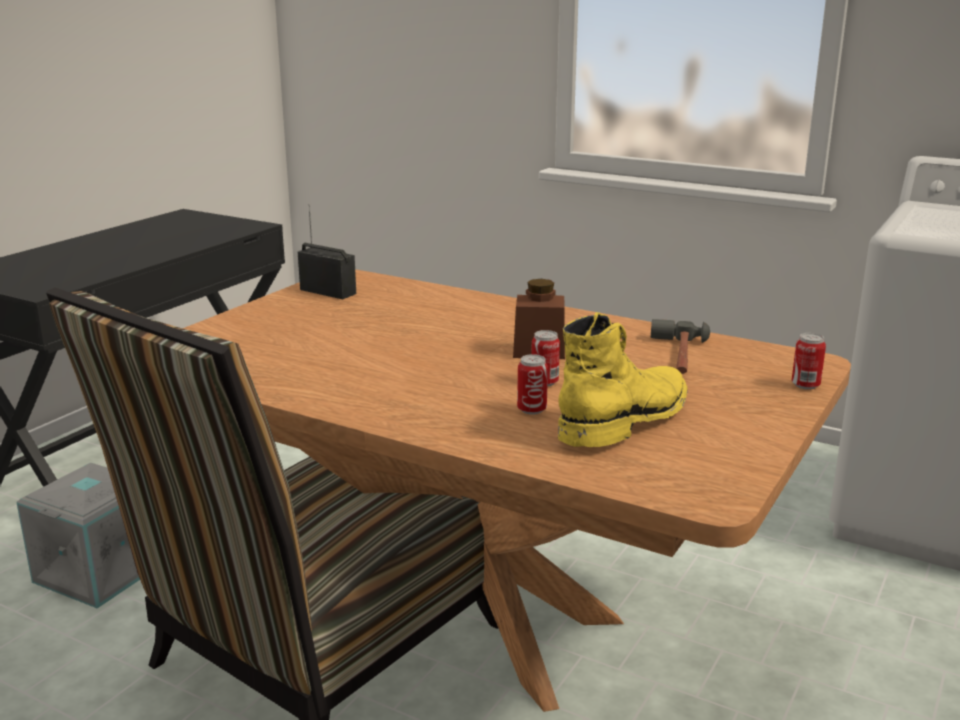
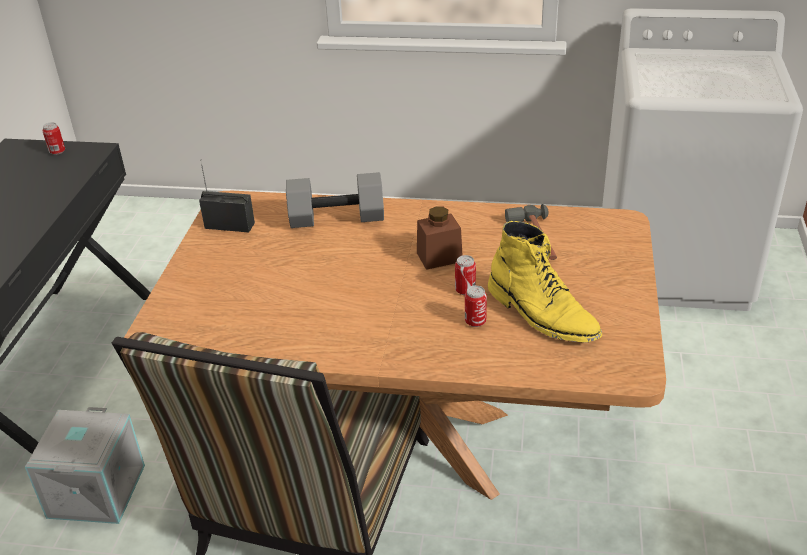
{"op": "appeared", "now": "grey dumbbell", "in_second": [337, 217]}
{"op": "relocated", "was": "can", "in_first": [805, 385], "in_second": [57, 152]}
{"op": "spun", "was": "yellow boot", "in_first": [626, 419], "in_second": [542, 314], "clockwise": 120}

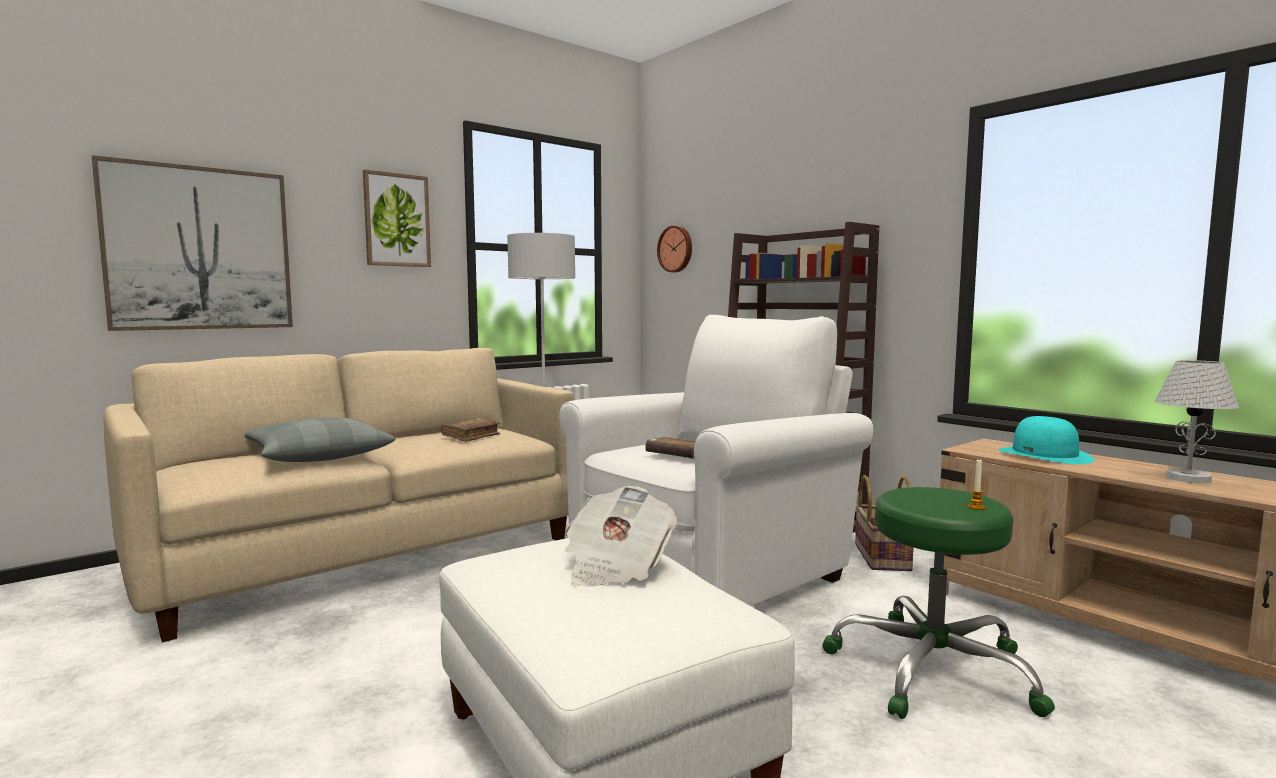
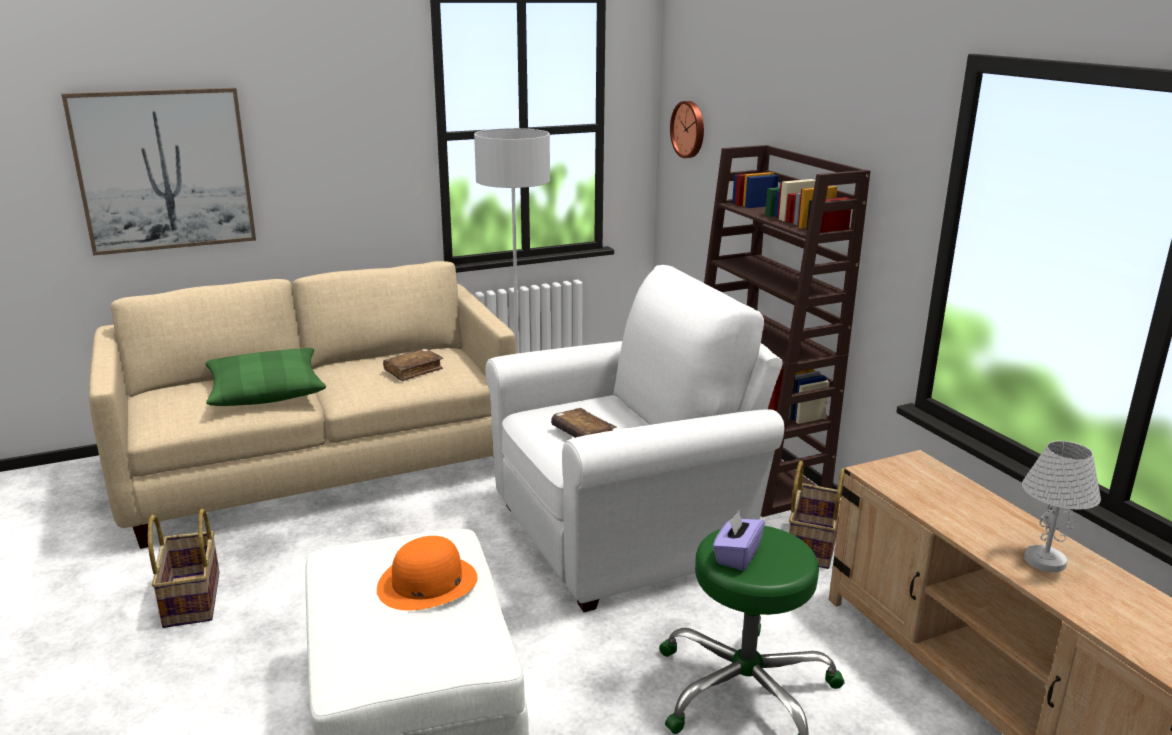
{"op": "missing", "was": "picture", "in_first": [397, 220]}
{"op": "missing", "was": "candle", "in_first": [976, 507]}
{"op": "missing", "was": "turquoise hat", "in_first": [1045, 455]}
{"op": "appeared", "now": "basket", "in_second": [190, 599]}
{"op": "appeared", "now": "purple tissue box", "in_second": [737, 556]}
{"op": "exchanged", "was": "newspaper", "now": "orange hat", "in_first": [616, 566], "in_second": [427, 583]}
{"op": "colour", "was": "grey pillow", "now": "green pillow", "in_first": [318, 455], "in_second": [265, 390]}

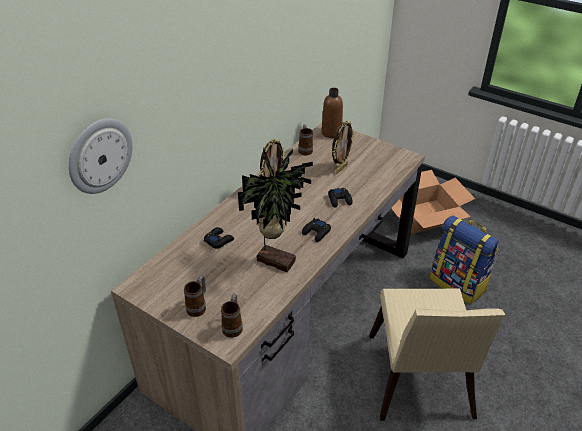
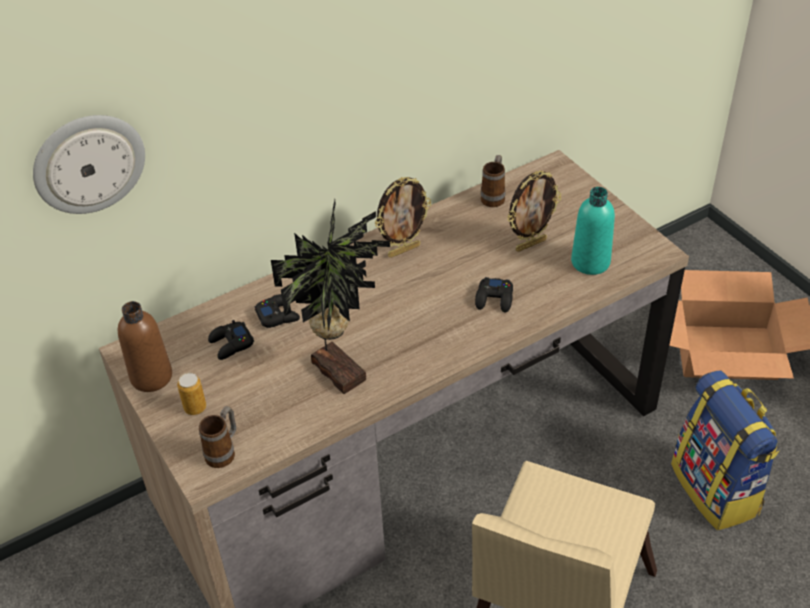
{"op": "appeared", "now": "turquoise bottle", "in_second": [590, 262]}
{"op": "relocated", "was": "black game controller", "in_first": [316, 233], "in_second": [231, 344]}
{"op": "relocated", "was": "brown bottle", "in_first": [331, 133], "in_second": [151, 377]}
{"op": "exchanged", "was": "mug", "now": "can", "in_first": [198, 306], "in_second": [195, 408]}

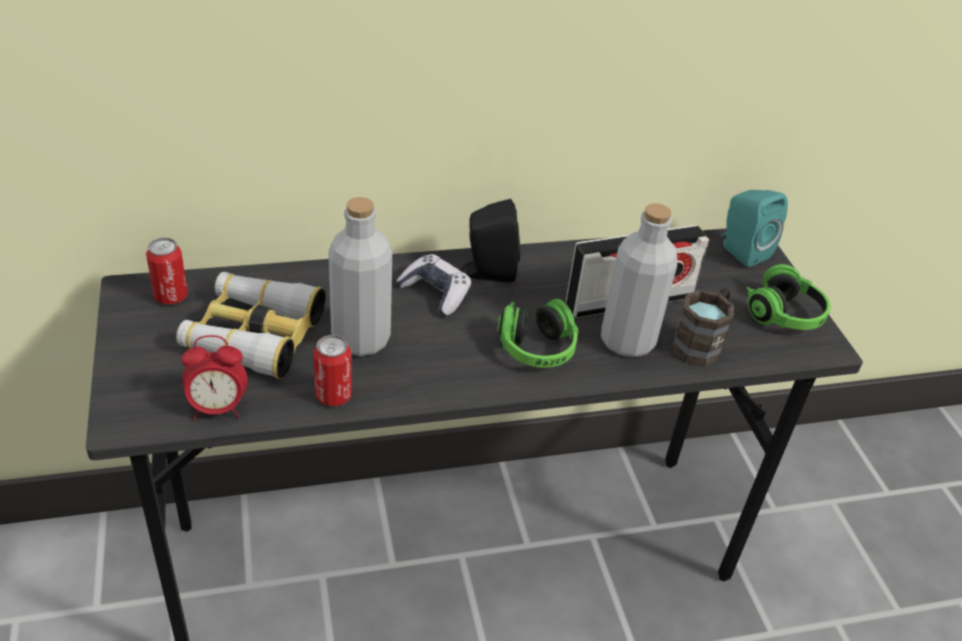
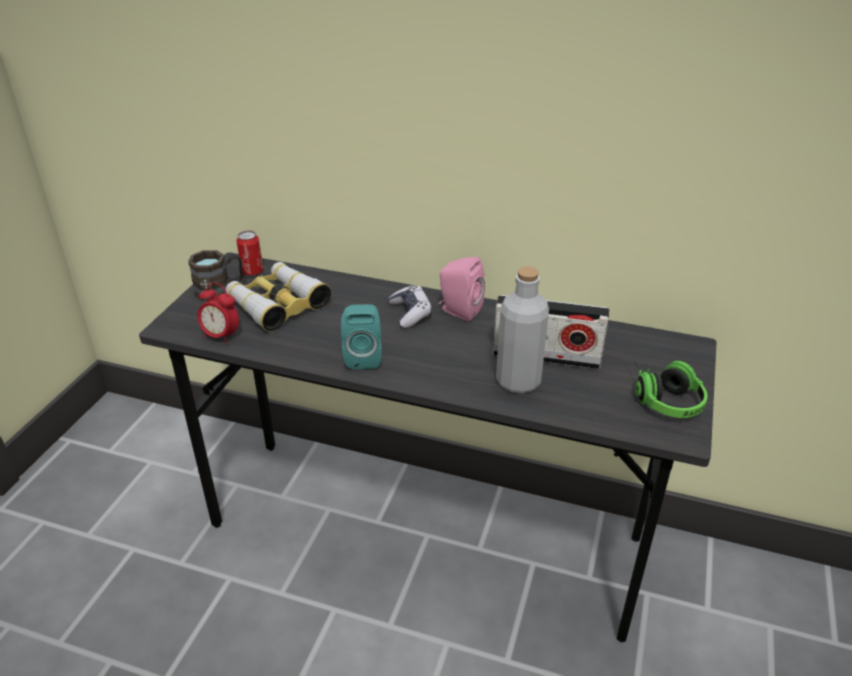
{"op": "missing", "was": "can", "in_first": [333, 396]}
{"op": "missing", "was": "grey bottle", "in_first": [361, 339]}
{"op": "missing", "was": "headphones", "in_first": [533, 340]}
{"op": "relocated", "was": "brown mug", "in_first": [701, 343], "in_second": [220, 290]}
{"op": "relocated", "was": "turquoise speaker", "in_first": [741, 251], "in_second": [363, 357]}
{"op": "colour", "was": "black speaker", "now": "pink speaker", "in_first": [488, 272], "in_second": [458, 311]}

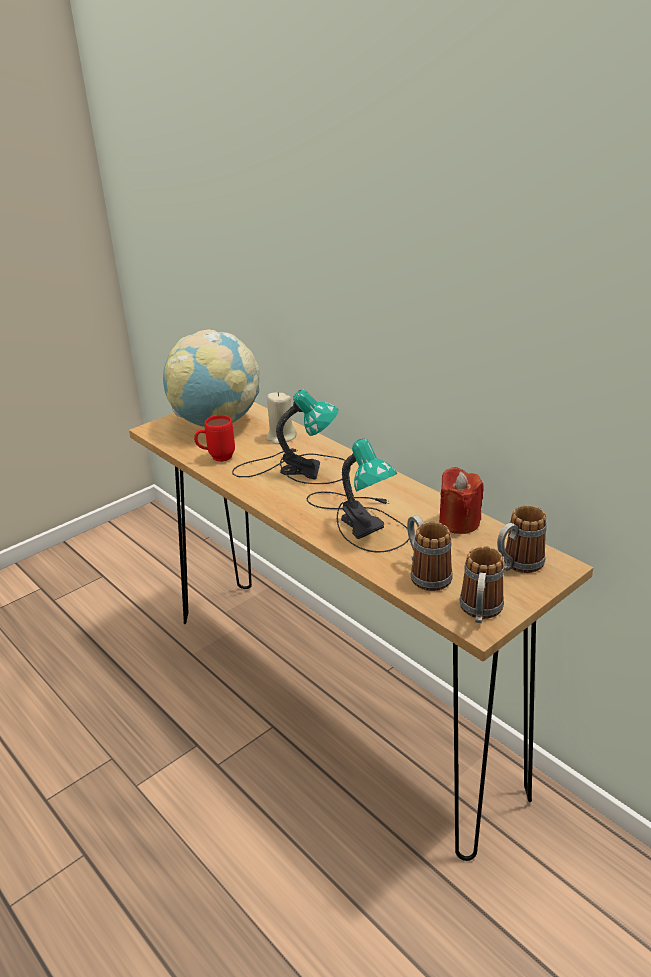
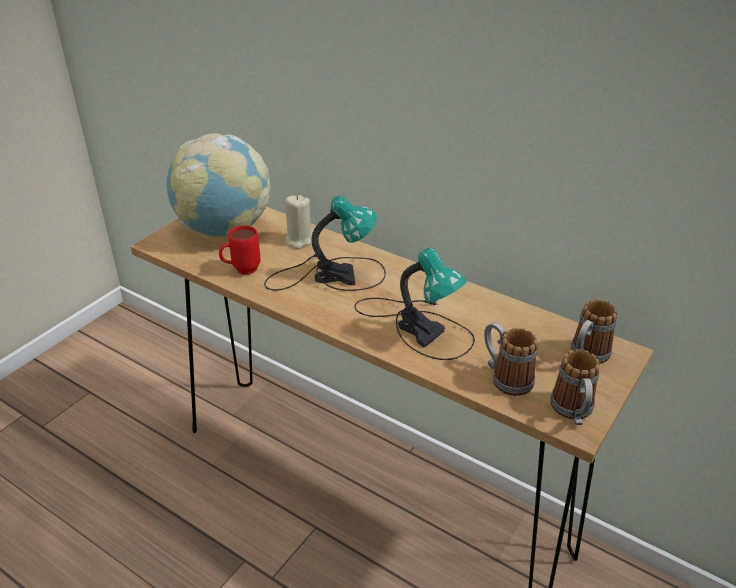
{"op": "missing", "was": "red candle", "in_first": [459, 522]}

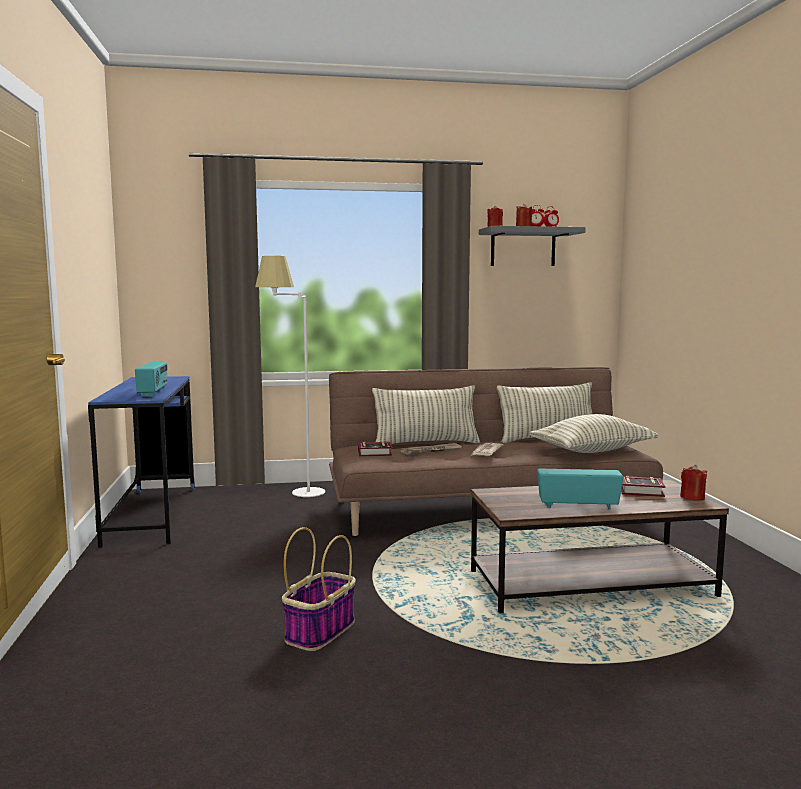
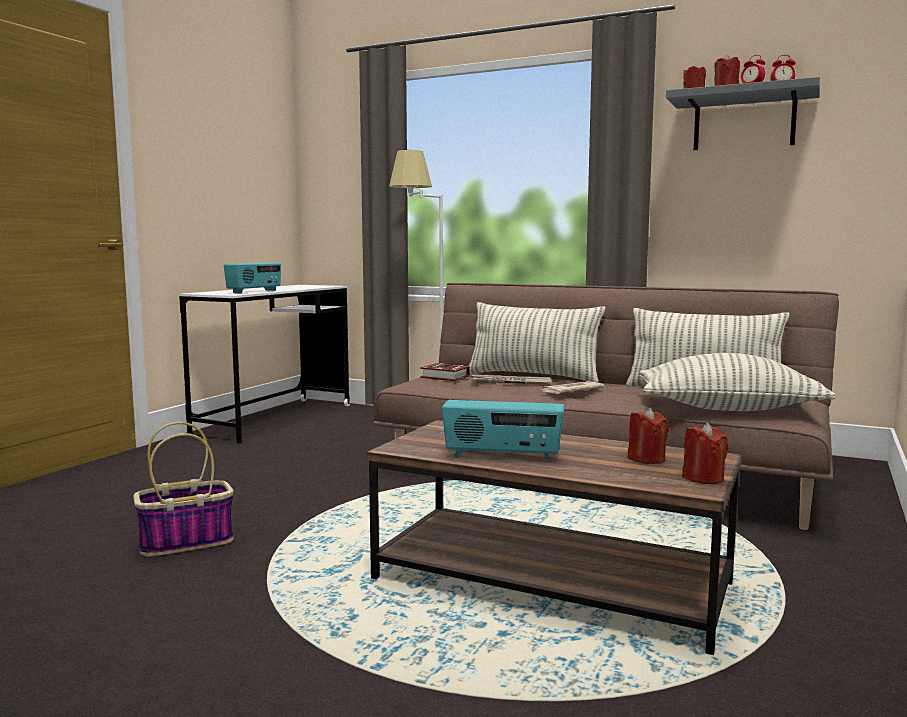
{"op": "exchanged", "was": "book", "now": "red candle", "in_first": [643, 491], "in_second": [646, 459]}
{"op": "colour", "was": "blue desk", "now": "white desk", "in_first": [152, 515], "in_second": [275, 419]}
{"op": "spun", "was": "radio", "in_first": [578, 506], "in_second": [502, 456], "clockwise": 150}

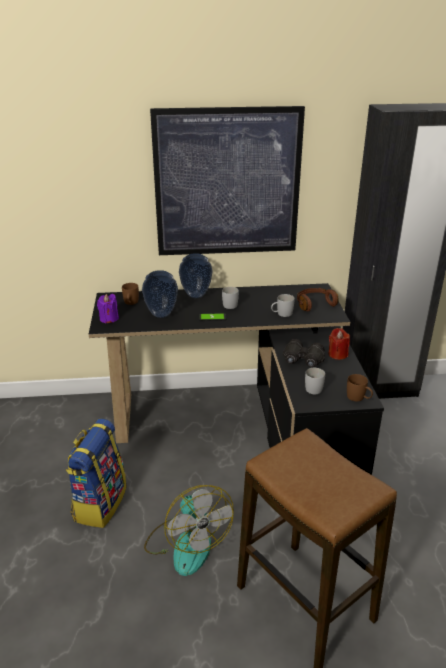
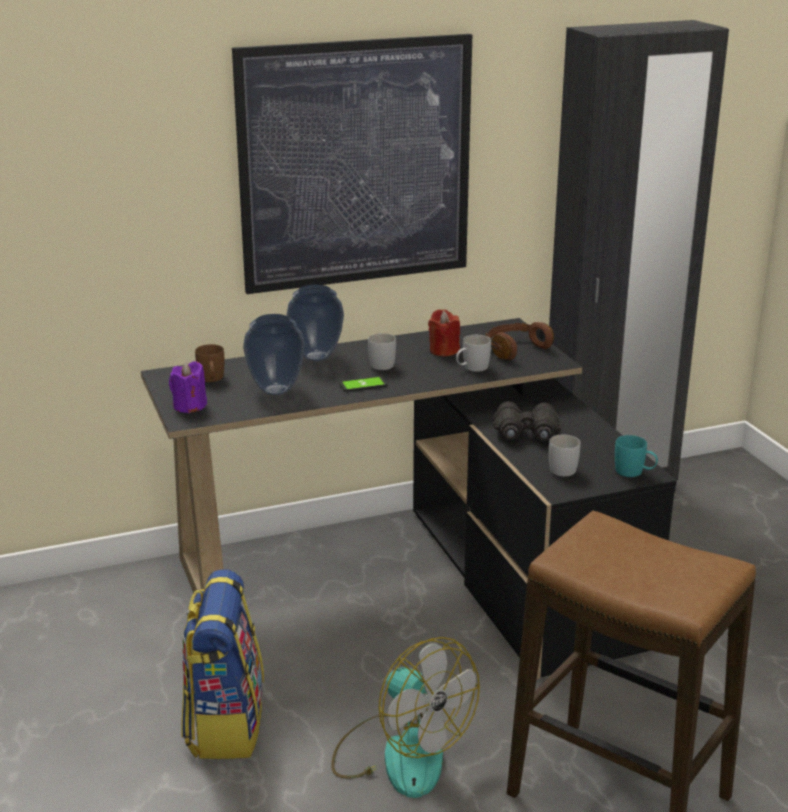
{"op": "relocated", "was": "red candle", "in_first": [337, 354], "in_second": [444, 350]}
{"op": "colour", "was": "brown mug", "now": "turquoise mug", "in_first": [358, 398], "in_second": [634, 472]}

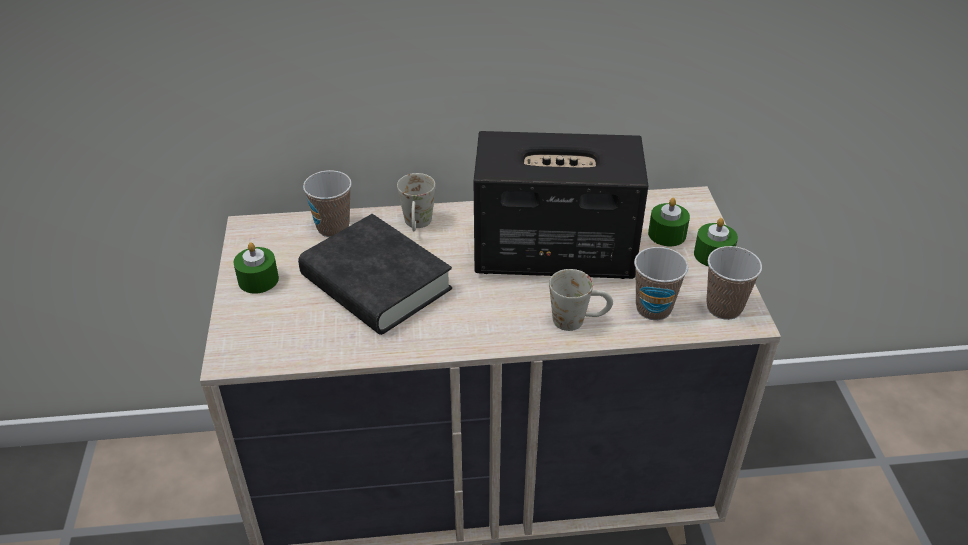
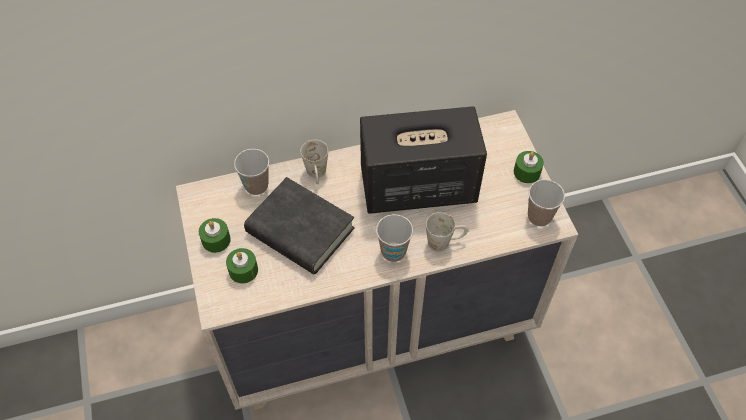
{"op": "relocated", "was": "cup", "in_first": [653, 308], "in_second": [393, 251]}
{"op": "relocated", "was": "green candle", "in_first": [667, 234], "in_second": [243, 270]}

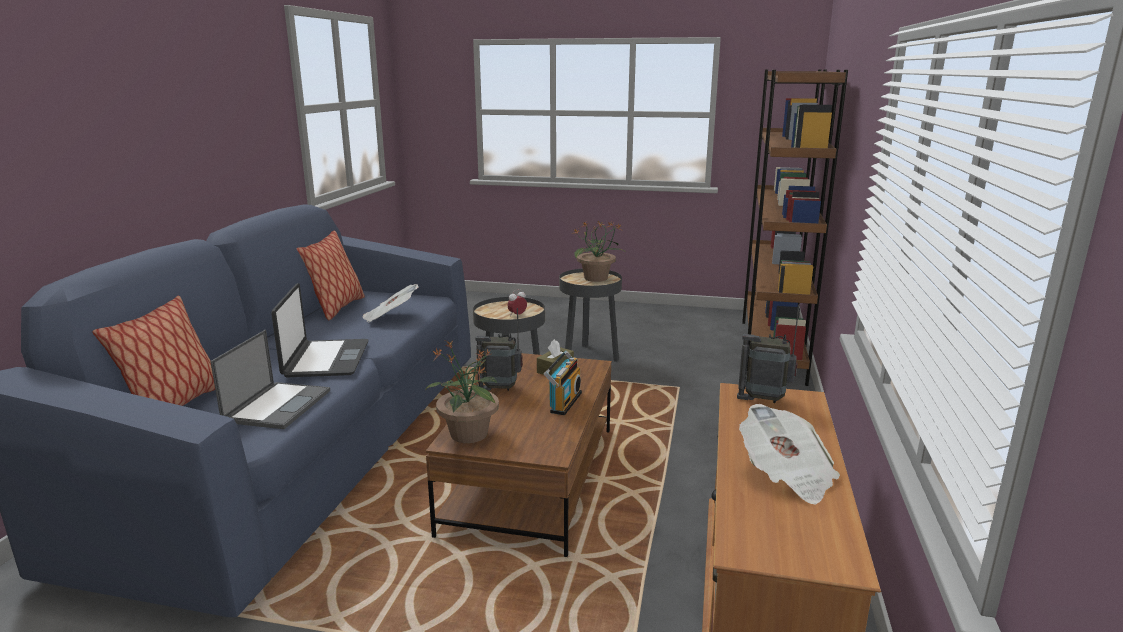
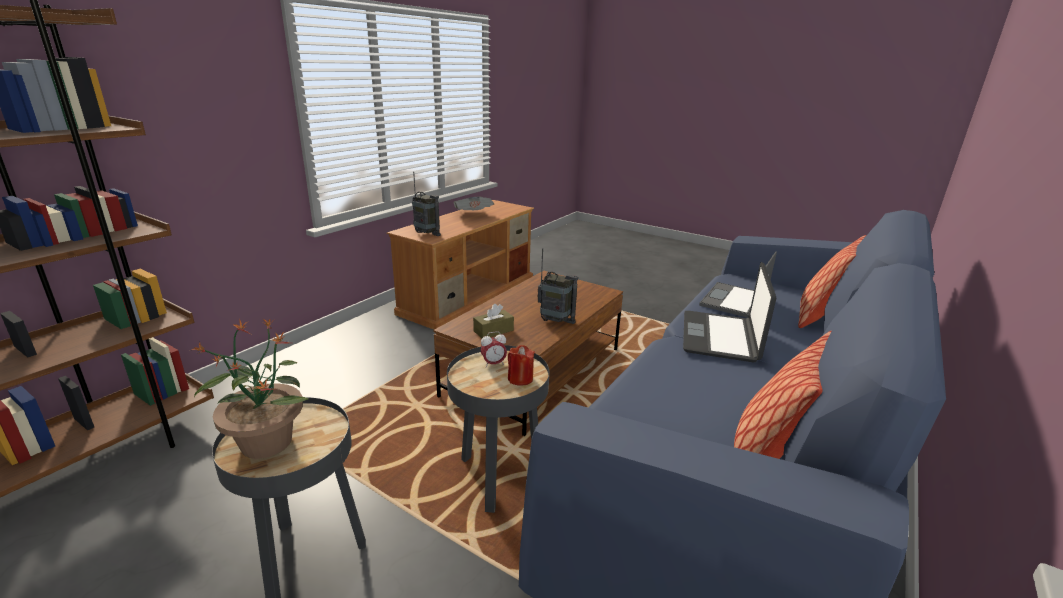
{"op": "missing", "was": "newspaper", "in_first": [390, 318]}
{"op": "missing", "was": "potted plant", "in_first": [468, 434]}
{"op": "missing", "was": "radio", "in_first": [563, 402]}
{"op": "appeared", "now": "red candle", "in_second": [520, 379]}

